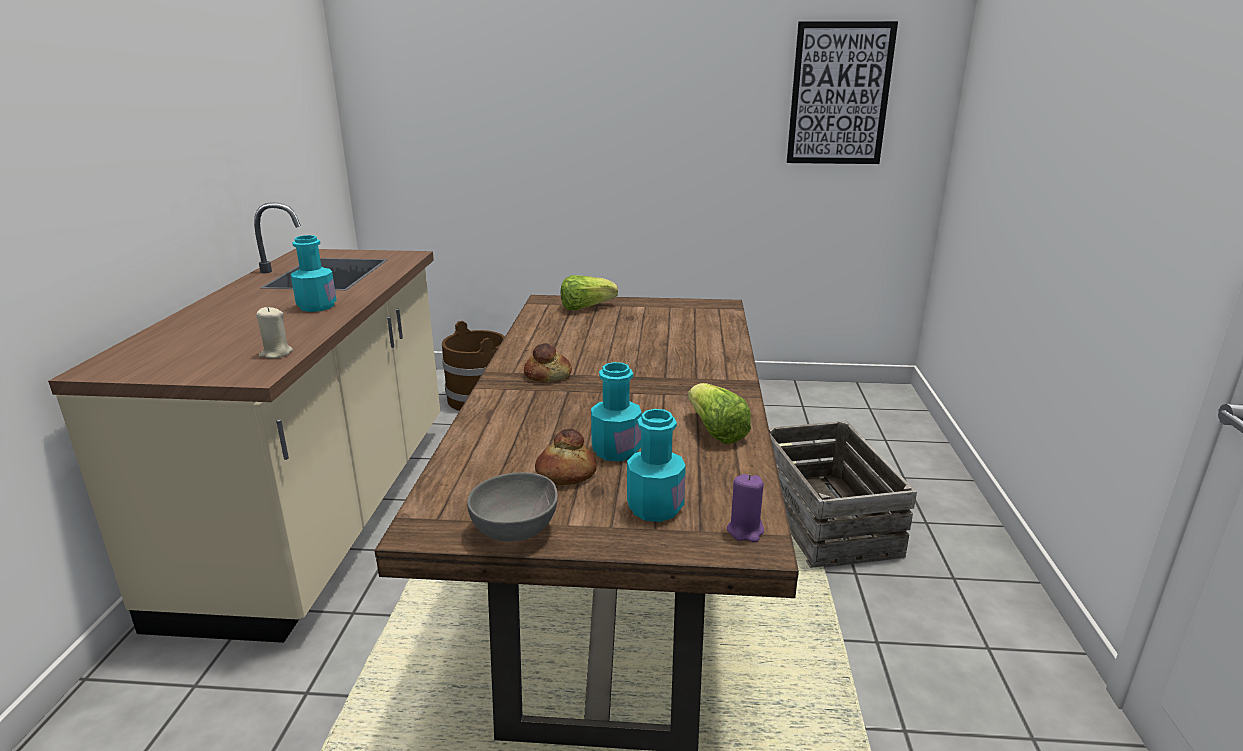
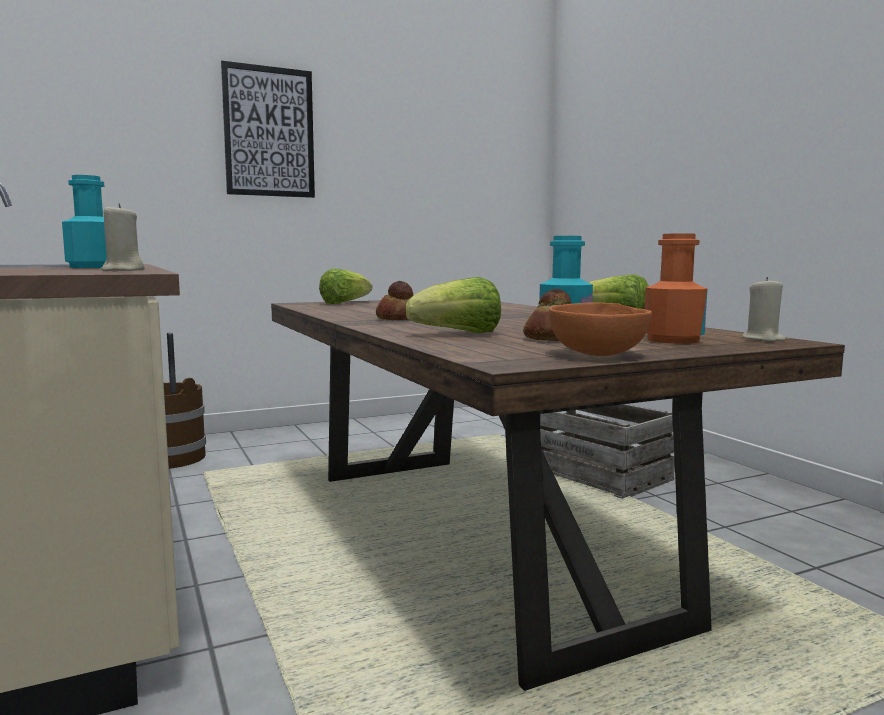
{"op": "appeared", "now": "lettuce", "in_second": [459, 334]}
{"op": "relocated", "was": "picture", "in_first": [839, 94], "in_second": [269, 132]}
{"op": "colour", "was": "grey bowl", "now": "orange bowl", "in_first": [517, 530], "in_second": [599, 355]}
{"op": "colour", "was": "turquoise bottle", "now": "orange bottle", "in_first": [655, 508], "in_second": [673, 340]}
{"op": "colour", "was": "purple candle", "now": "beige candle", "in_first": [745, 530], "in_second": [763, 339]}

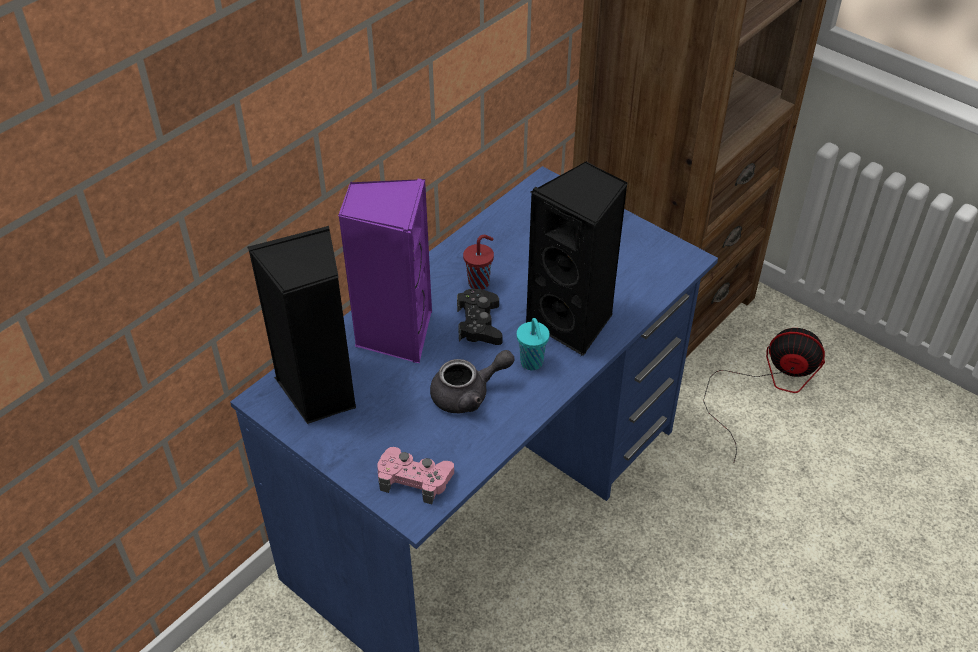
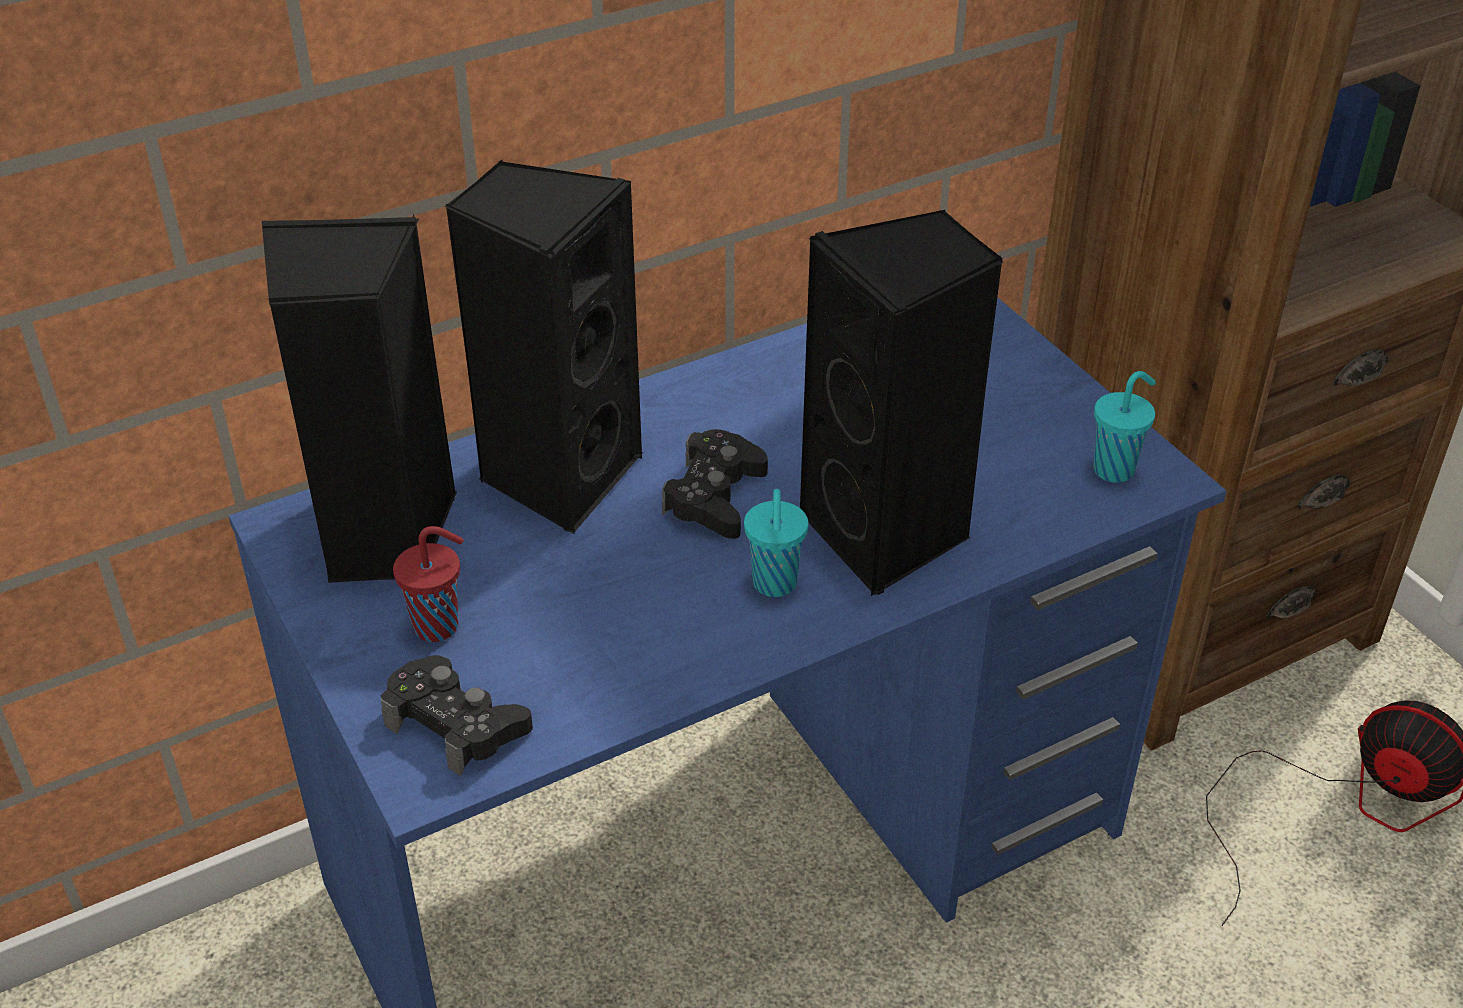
{"op": "missing", "was": "grey teapot", "in_first": [468, 394]}
{"op": "appeared", "now": "turquoise cup", "in_second": [1115, 469]}
{"op": "relocated", "was": "red cup", "in_first": [480, 282], "in_second": [439, 626]}
{"op": "colour", "was": "purple speaker", "now": "black speaker", "in_first": [394, 333], "in_second": [558, 475]}
{"op": "colour", "was": "pink game controller", "now": "black game controller", "in_first": [415, 479], "in_second": [456, 724]}

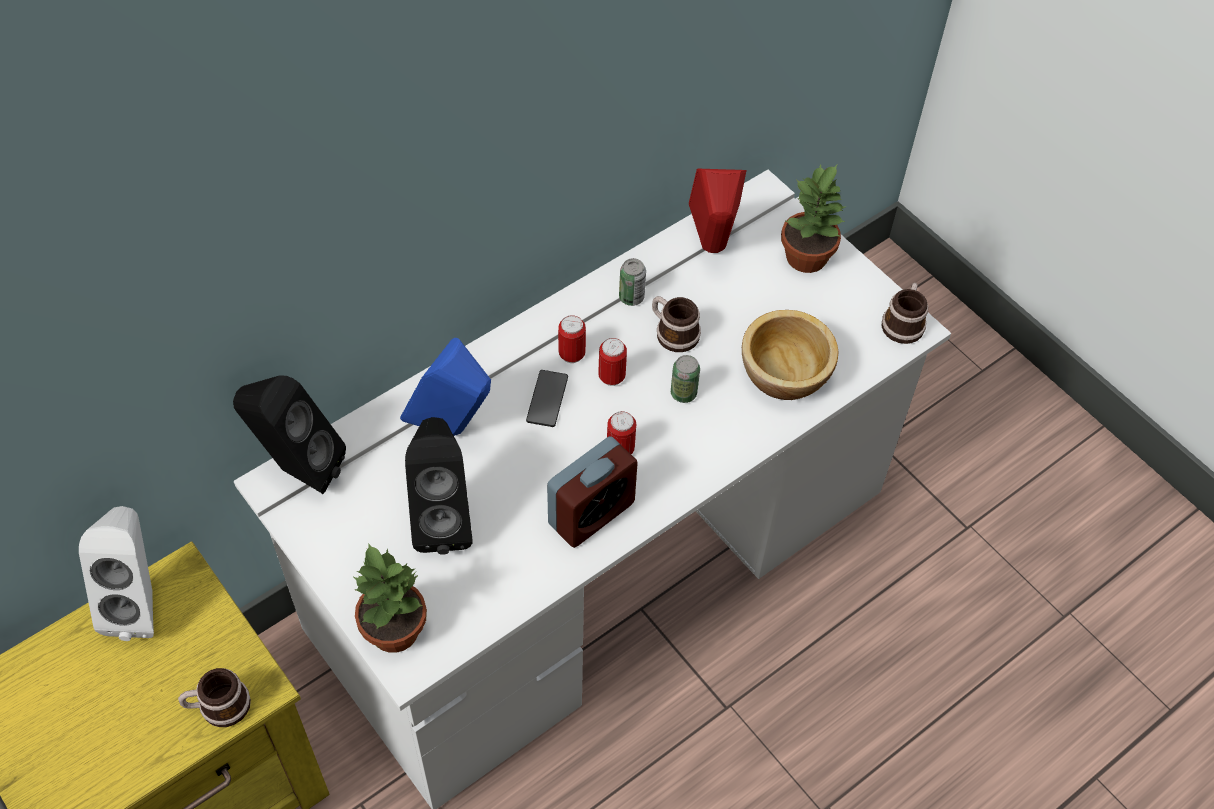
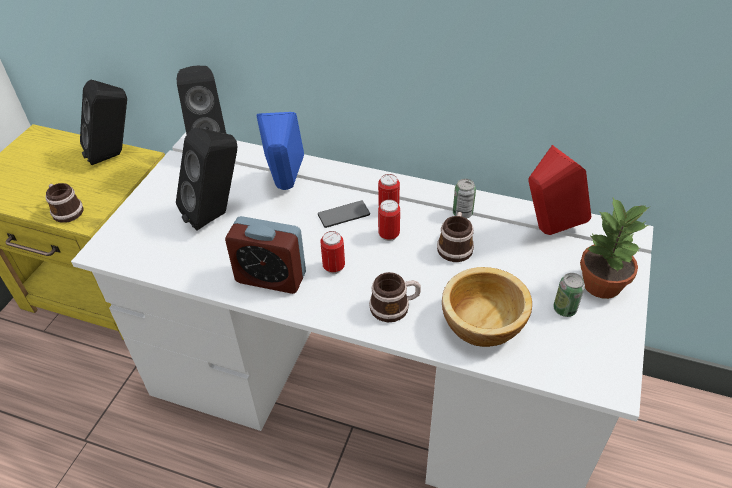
{"op": "missing", "was": "potted plant", "in_first": [393, 629]}
{"op": "relocated", "was": "can", "in_first": [683, 393], "in_second": [564, 309]}
{"op": "relocated", "was": "mug", "in_first": [903, 322], "in_second": [395, 307]}
{"op": "colour", "was": "white speaker", "now": "black speaker", "in_first": [140, 603], "in_second": [115, 155]}

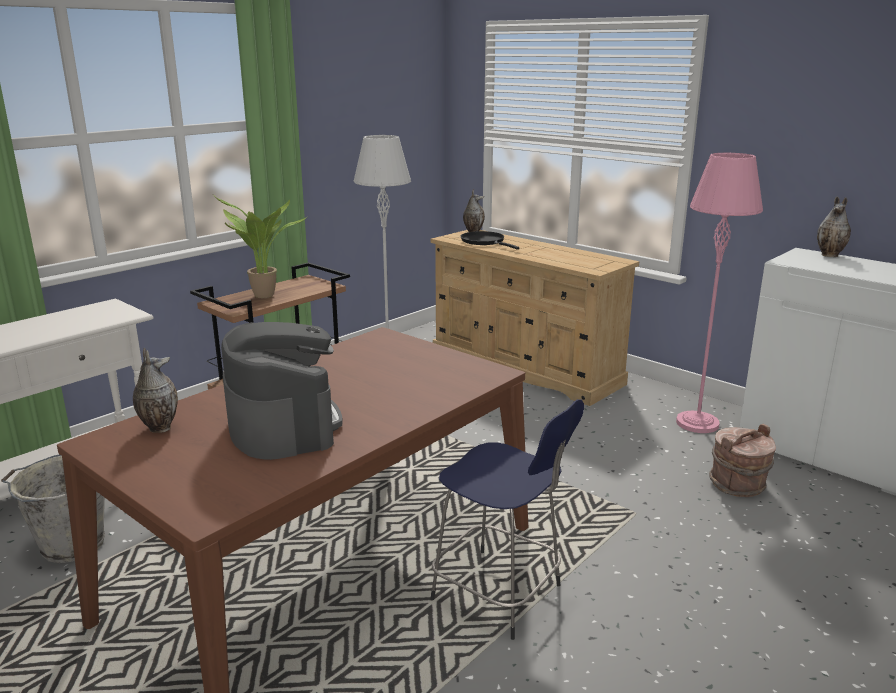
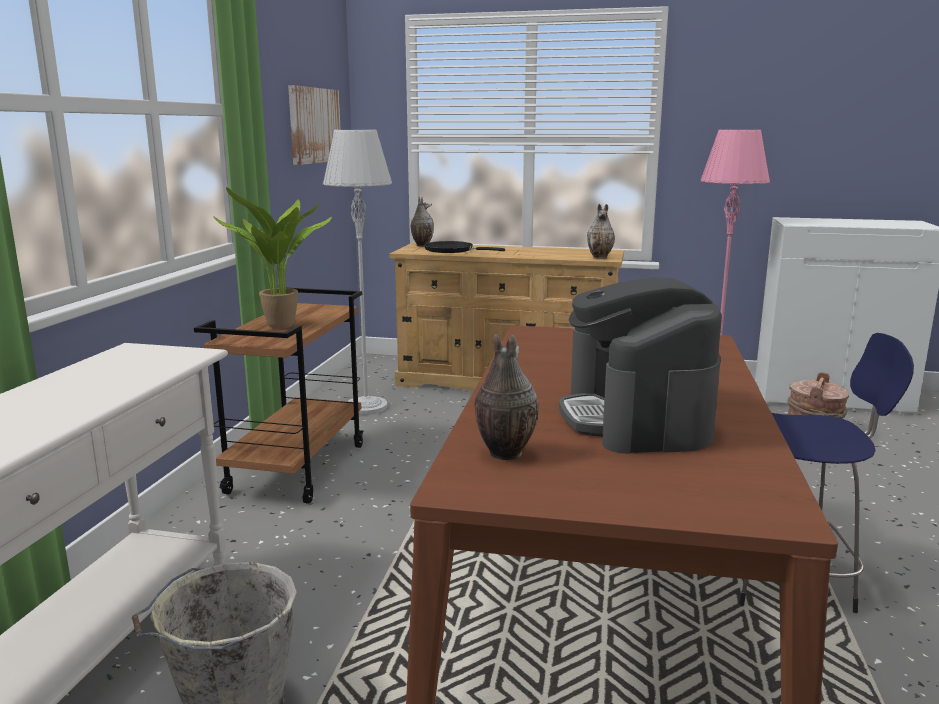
{"op": "appeared", "now": "picture", "in_second": [314, 125]}
{"op": "relocated", "was": "vase", "in_first": [830, 255], "in_second": [600, 258]}
{"op": "spun", "was": "coffee machine", "in_first": [283, 425], "in_second": [636, 419], "clockwise": -135}

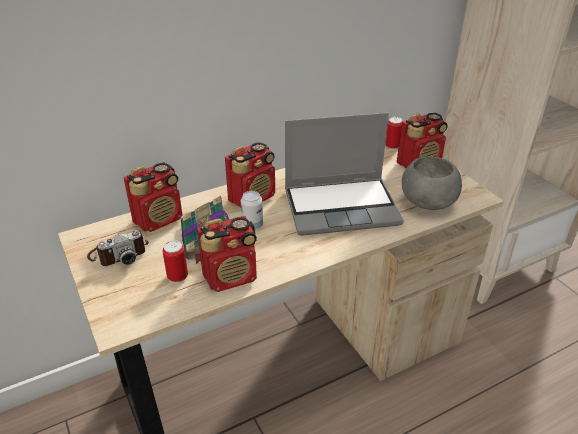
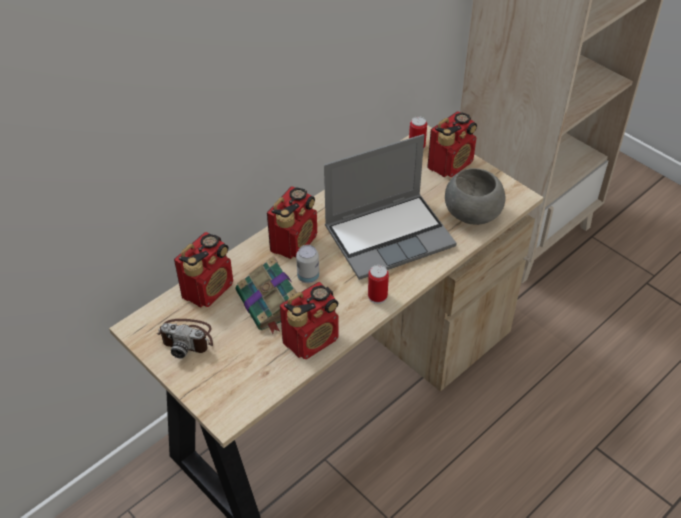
{"op": "relocated", "was": "can", "in_first": [177, 277], "in_second": [377, 296]}
{"op": "spun", "was": "photo camera", "in_first": [119, 253], "in_second": [187, 338], "clockwise": 60}

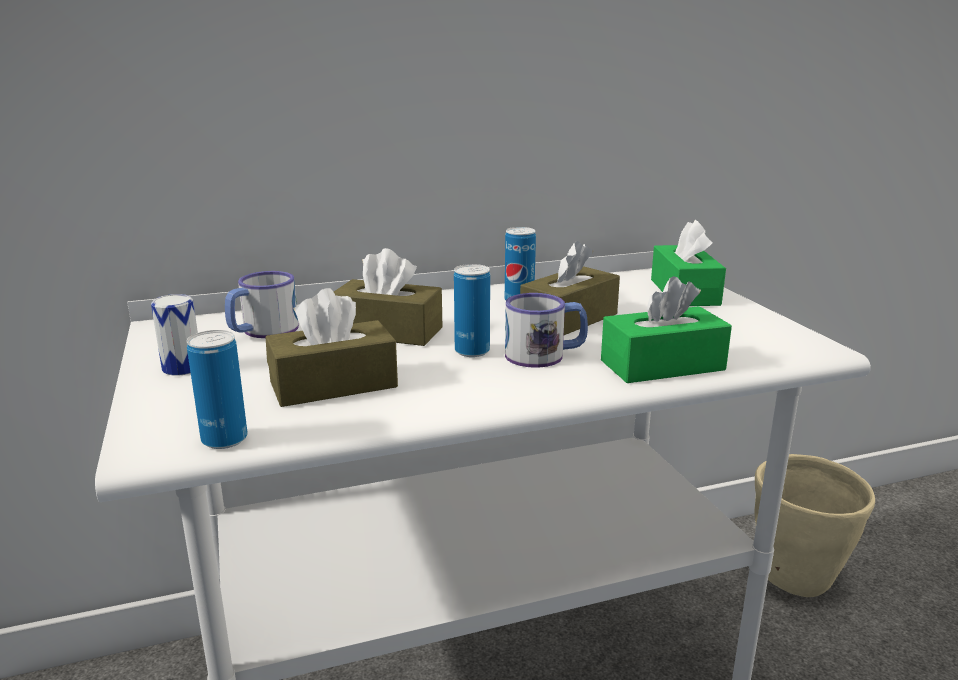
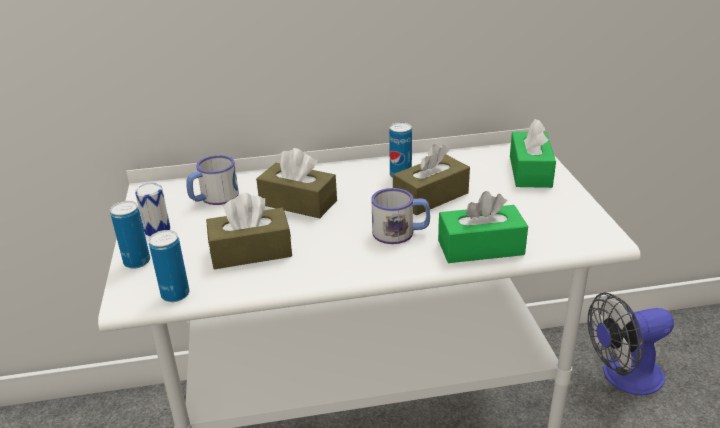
{"op": "relocated", "was": "can", "in_first": [472, 351], "in_second": [137, 262]}
{"op": "exchanged", "was": "beige planter", "now": "fan", "in_first": [797, 579], "in_second": [623, 377]}

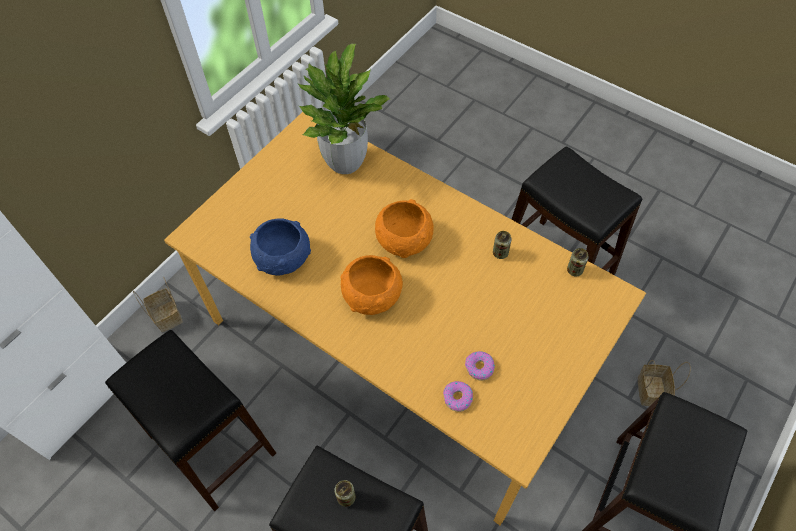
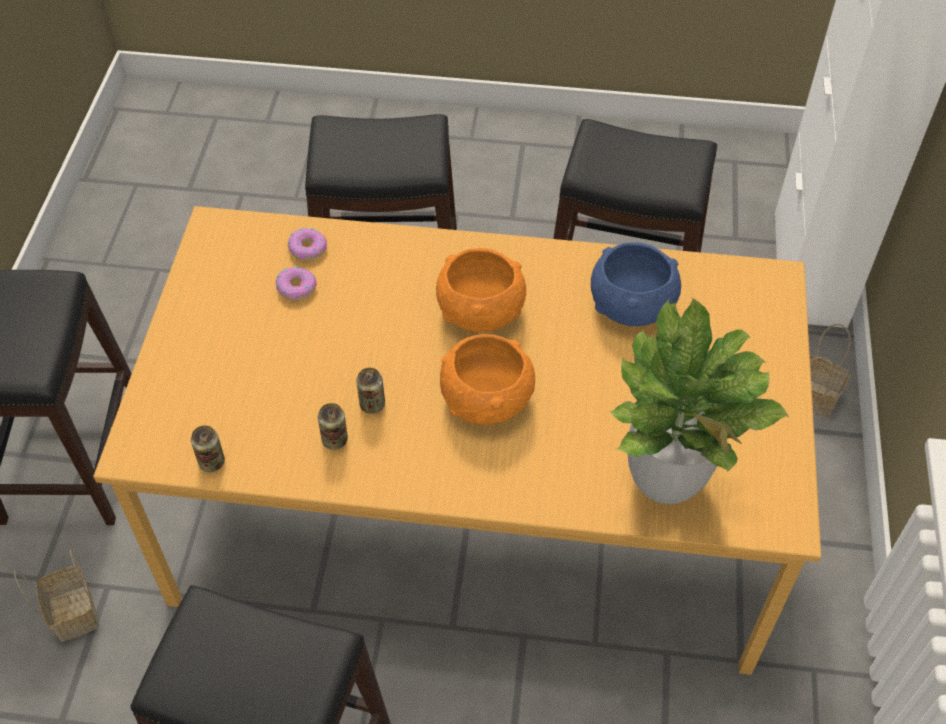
{"op": "relocated", "was": "can", "in_first": [346, 497], "in_second": [372, 404]}

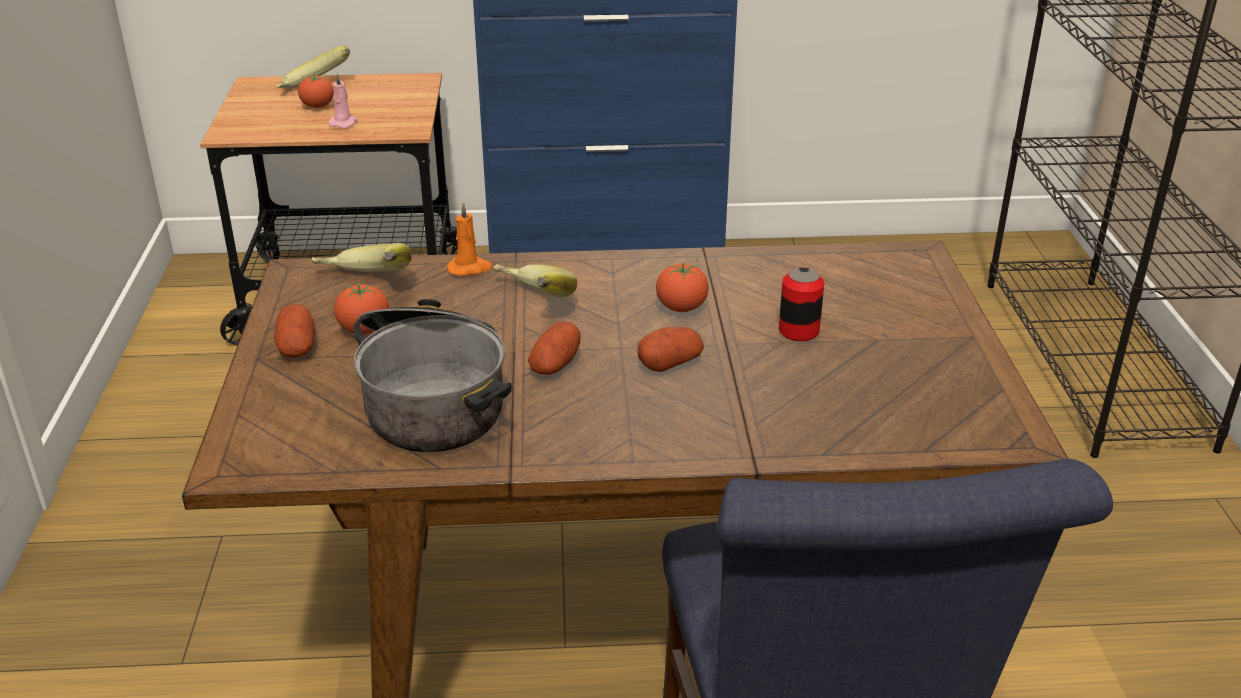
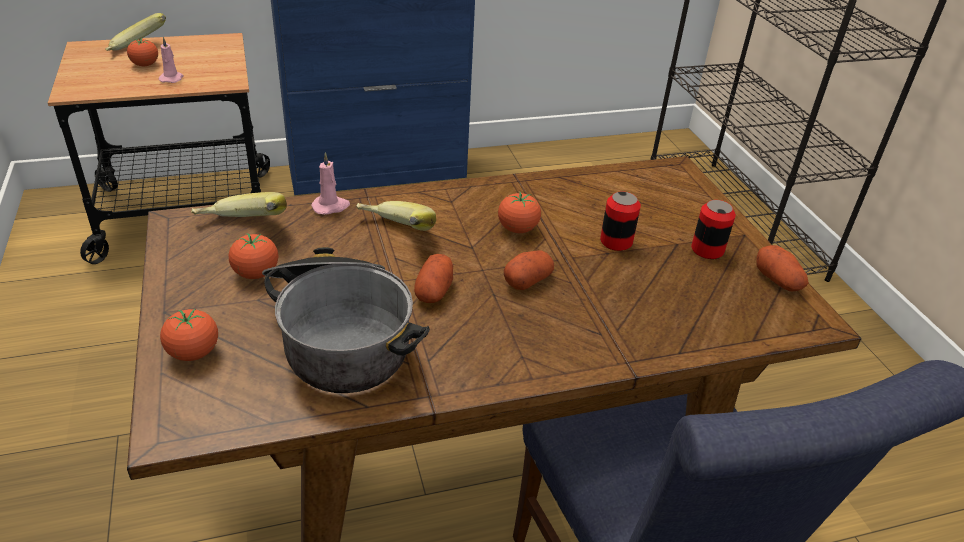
{"op": "appeared", "now": "tomato", "in_second": [193, 353]}
{"op": "appeared", "now": "can", "in_second": [707, 250]}
{"op": "relocated", "was": "potato", "in_first": [297, 347], "in_second": [777, 280]}
{"op": "colour", "was": "orange candle", "now": "pink candle", "in_first": [470, 268], "in_second": [331, 207]}

